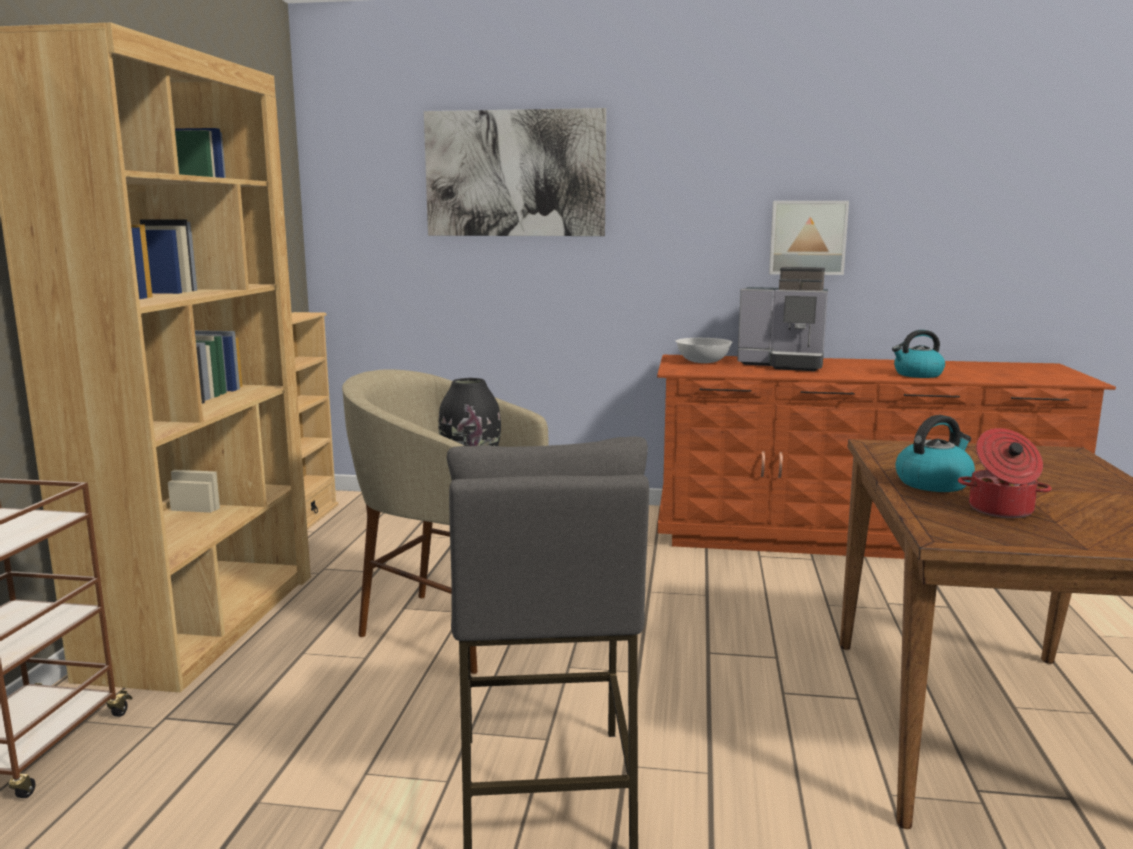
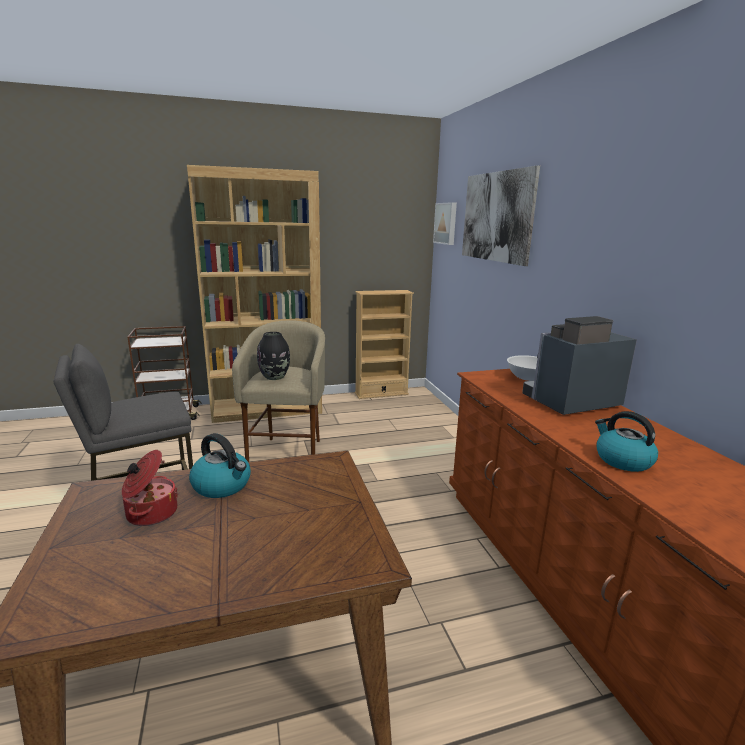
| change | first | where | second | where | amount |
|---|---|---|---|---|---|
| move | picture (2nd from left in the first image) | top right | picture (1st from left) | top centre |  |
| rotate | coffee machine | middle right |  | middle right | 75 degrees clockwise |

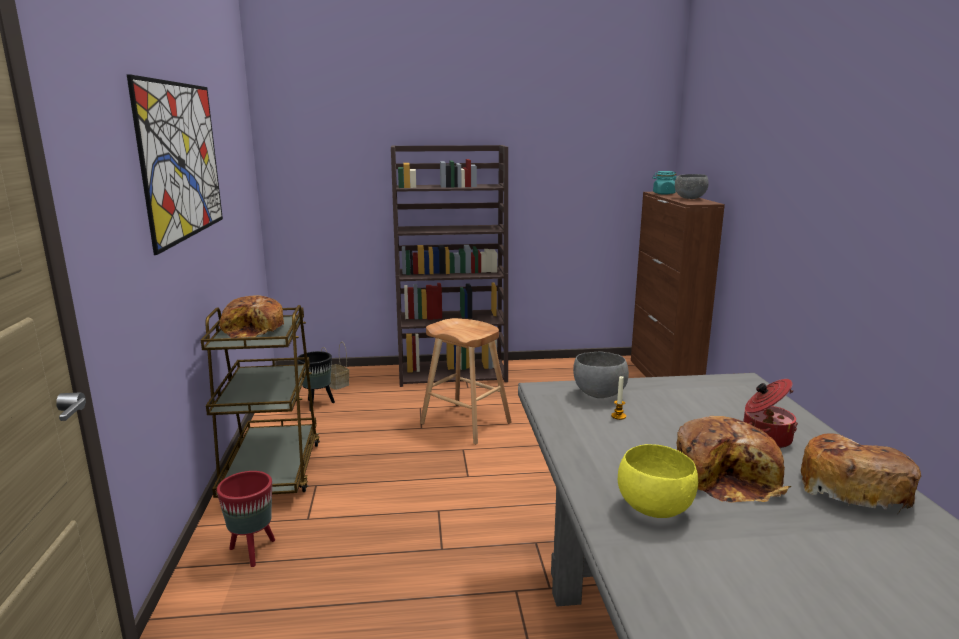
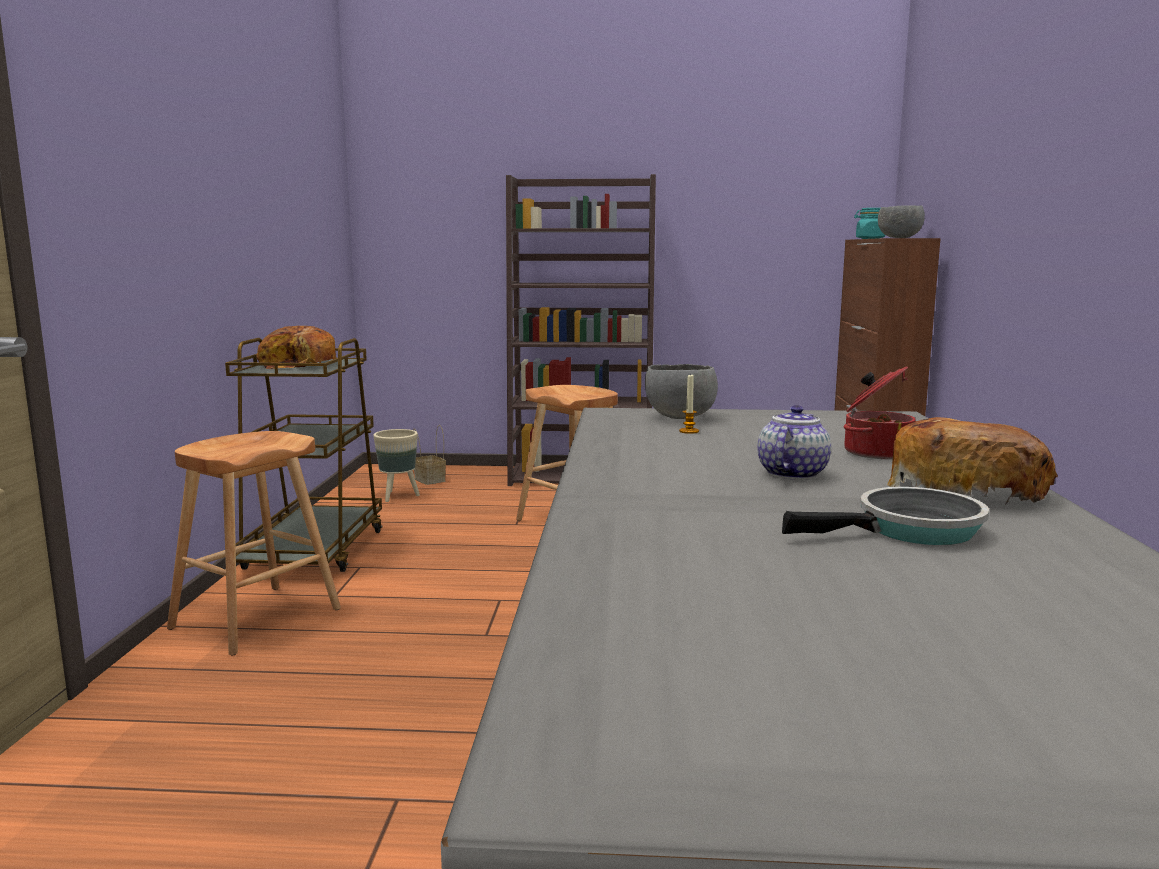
| change | first | where | second | where | amount |
|---|---|---|---|---|---|
| delete | picture | top left |  |  |  |
| delete | yellow bowl | bottom right |  |  |  |
| insert |  |  | frying pan | middle right |  |
| replace | red planter | bottom left | brown stool (1st from left) | middle left |  |
| replace | bread (2nd from left) | bottom right | teapot | middle right |  |
| recolor | black planter | middle left | beige planter | centre |  |

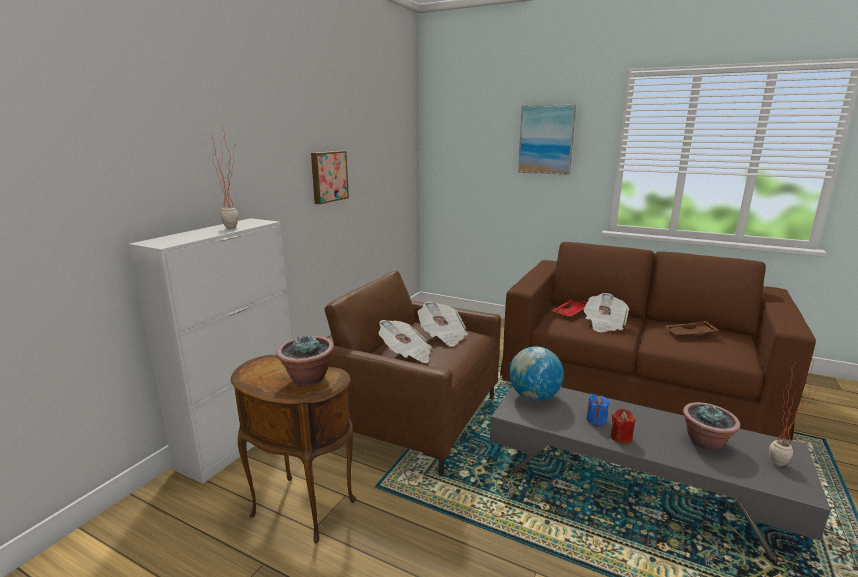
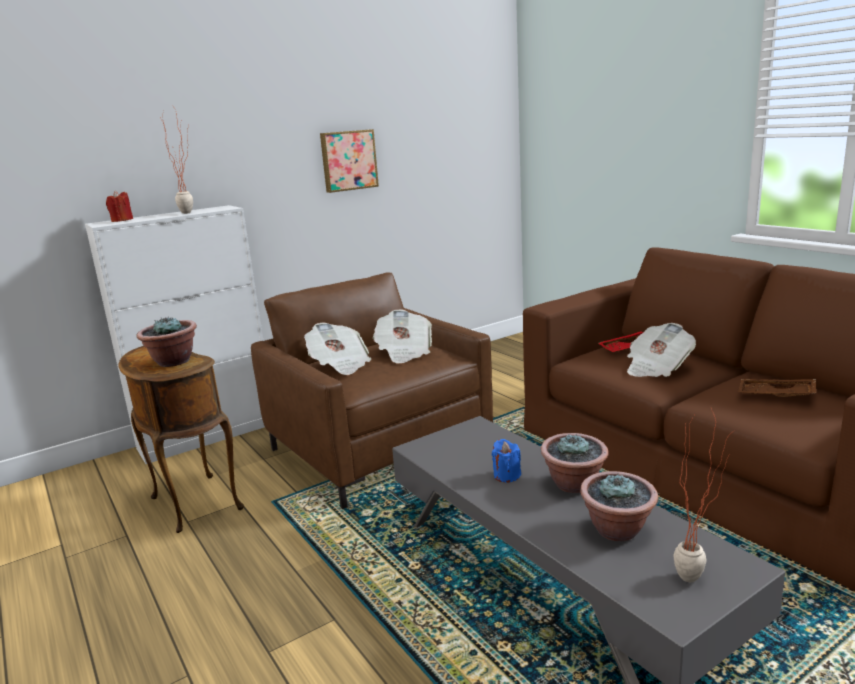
| change | first | where | second | where | amount |
|---|---|---|---|---|---|
| delete | globe | centre |  |  |  |
| delete | picture (2nd from left) | top centre |  |  |  |
| insert |  |  | potted plant (3rd from left) | bottom right |  |
| move | red candle | bottom right |  | top left |  |

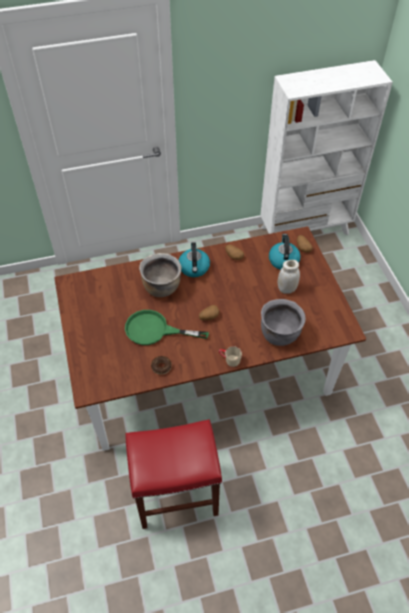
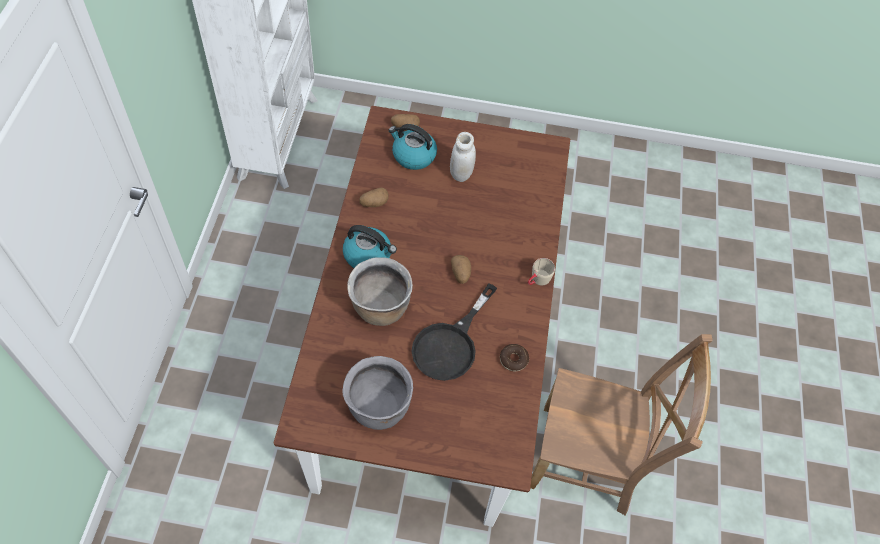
| change | first | where | second | where | amount |
|---|---|---|---|---|---|
| move | grey cooking pot | middle right |  | bottom centre |  |
| replace | red stool | bottom centre | brown chair | bottom right |  |
| recolor | green frying pan | centre | black frying pan | centre |  |

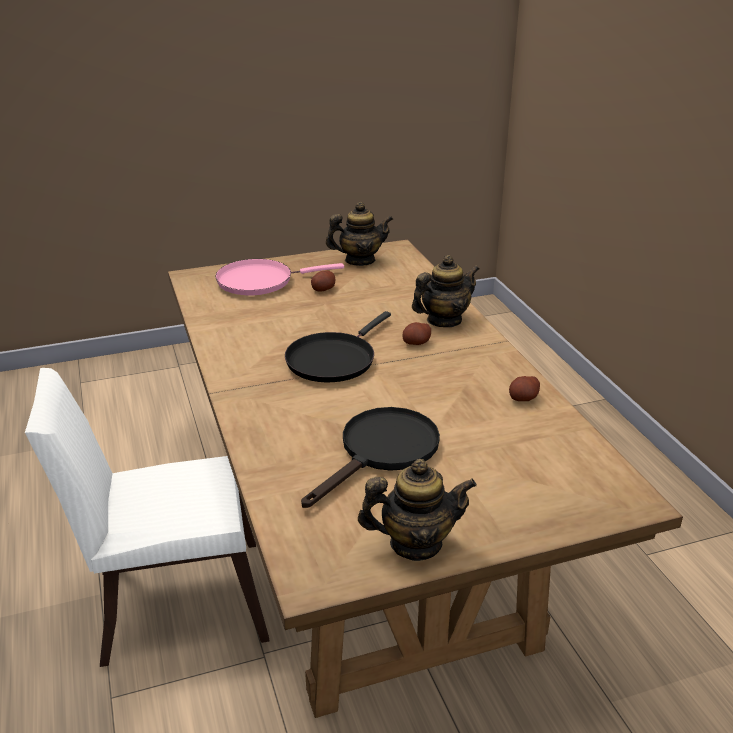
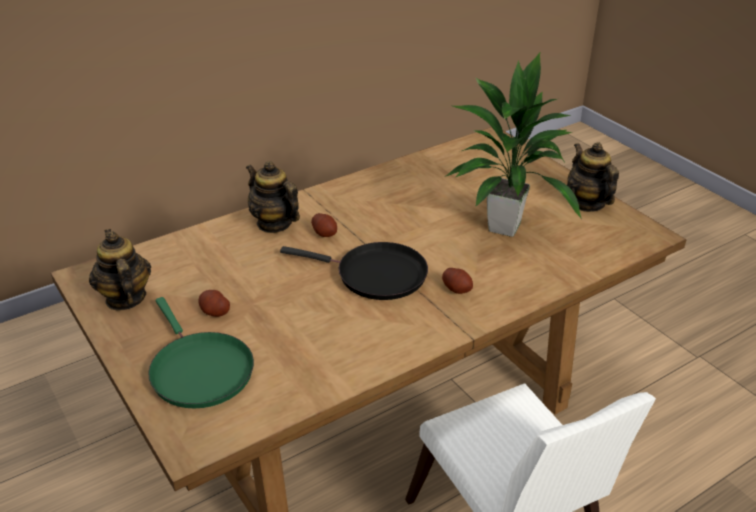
| change | first | where | second | where | amount |
|---|---|---|---|---|---|
| move | potato (3rd from left) | middle right |  | centre |  |
| replace | black frying pan (2nd from left) | centre | potted plant | top right |  |
| recolor | pink frying pan | centre | green frying pan | bottom left |  |

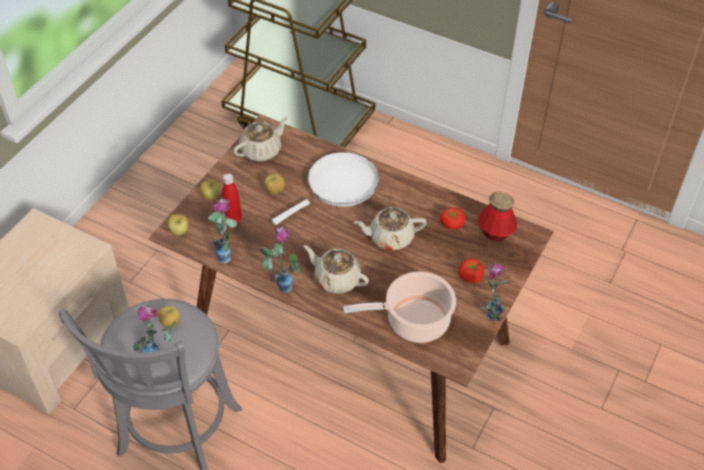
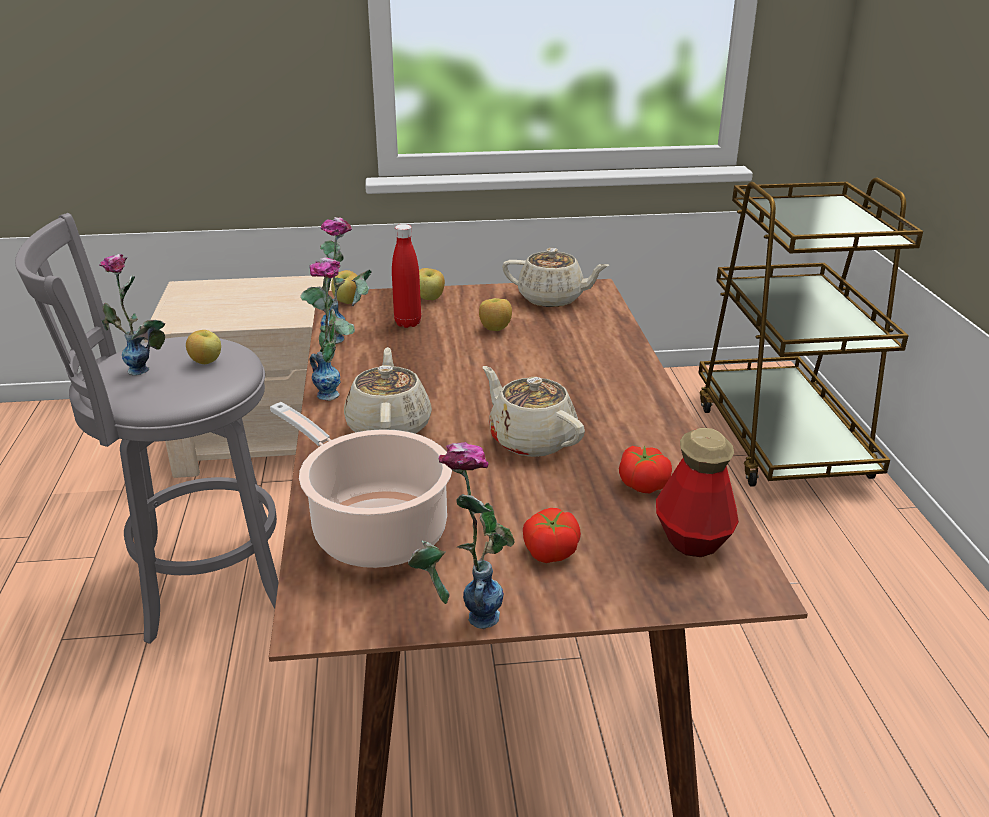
| change | first | where | second | where | amount |
|---|---|---|---|---|---|
| delete | white frying pan | centre |  |  |  |

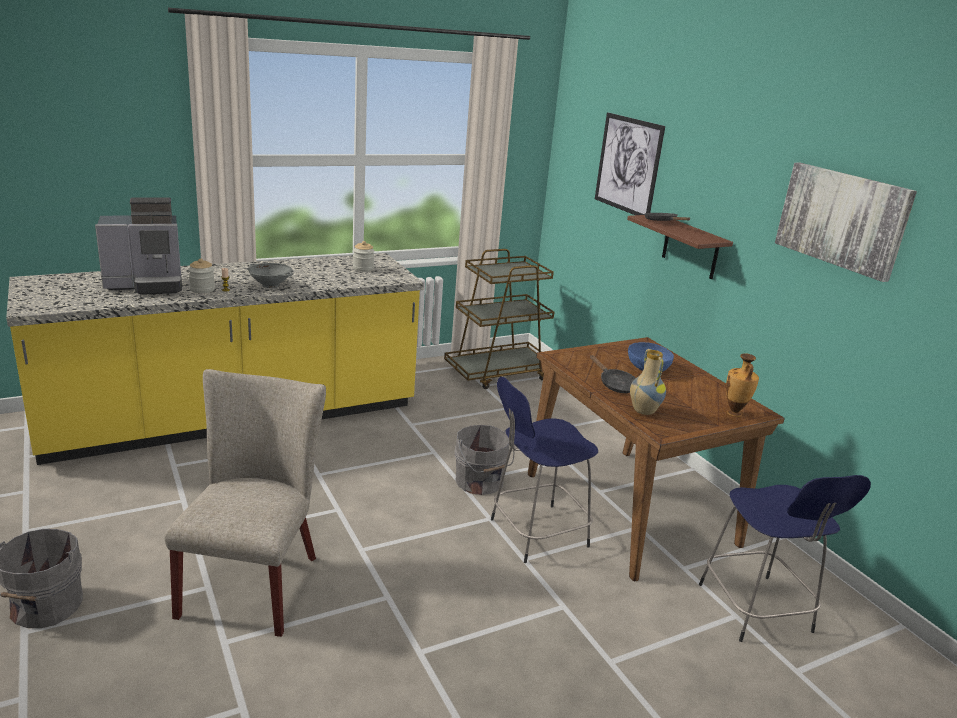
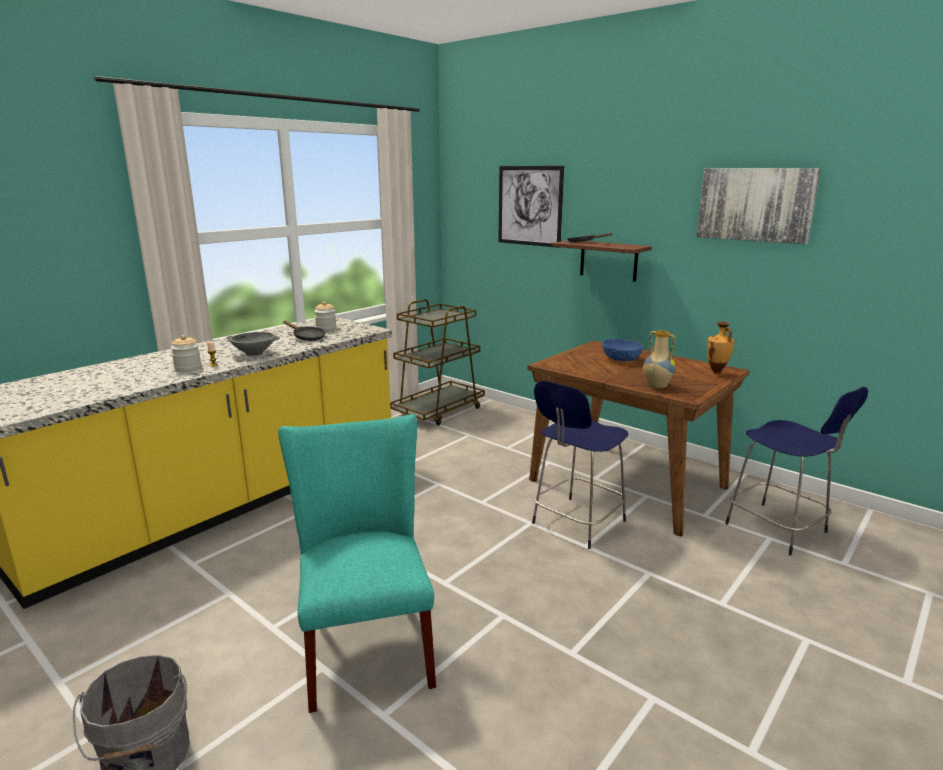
| change | first | where | second | where | amount |
|---|---|---|---|---|---|
| delete | coffee machine | middle left |  |  |  |
| delete | grey bucket (2nd from left) | centre |  |  |  |
| move | black frying pan (1st from left) | centre |  | middle left |  |
| recolor | beige chair | bottom left | turquoise chair | bottom centre |  |

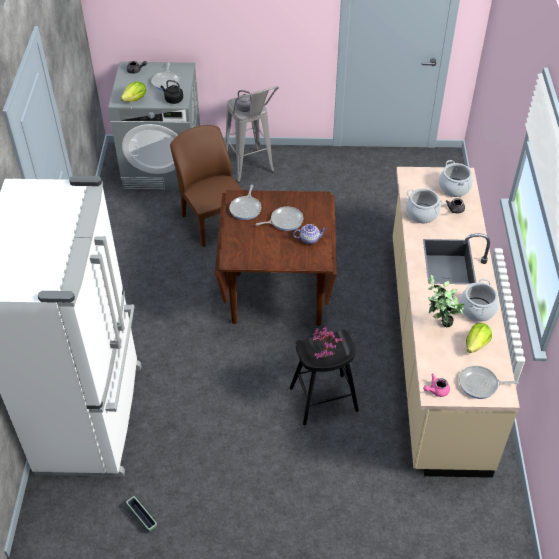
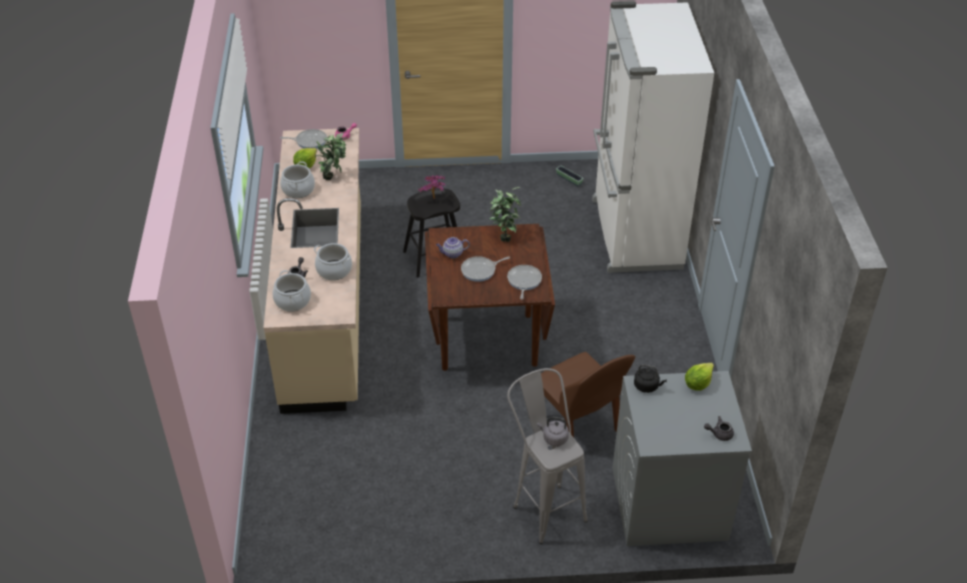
| change | first | where | second | where | amount |
|---|---|---|---|---|---|
| delete | frying pan (1st from left) | top left |  |  |  |
| insert |  |  | potted plant (3rd from left) | centre |  |

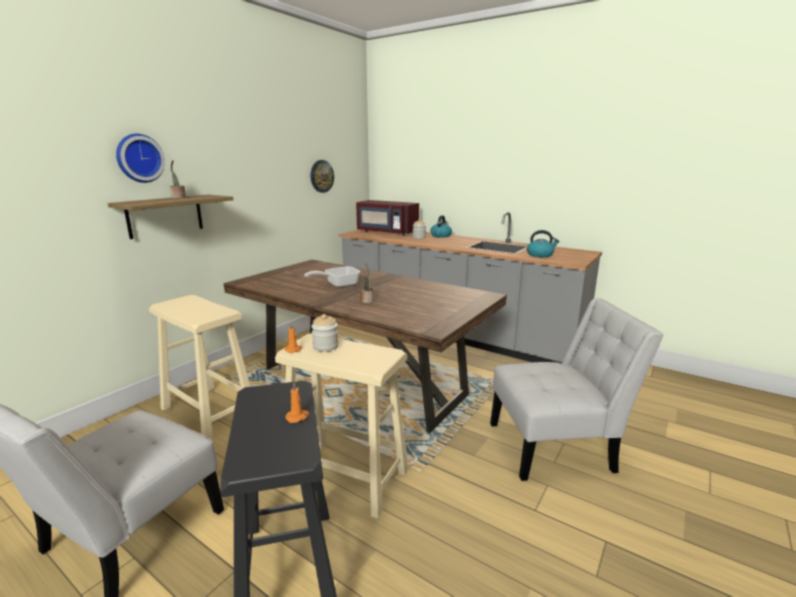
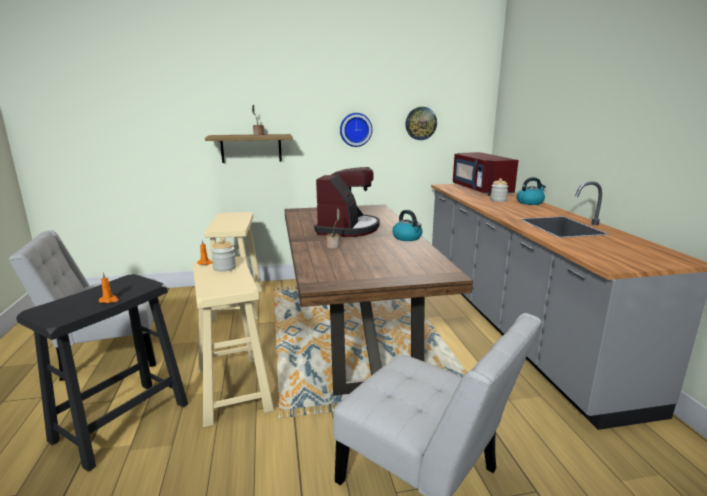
| change | first | where | second | where | amount |
|---|---|---|---|---|---|
| move | wall clock (1st from left) | top left |  | top centre |  |
| move | kettle (2nd from left in the first image) | middle right | kettle (1st from left) | centre |  |
| replace | frying pan | centre | coffee machine | centre |  |

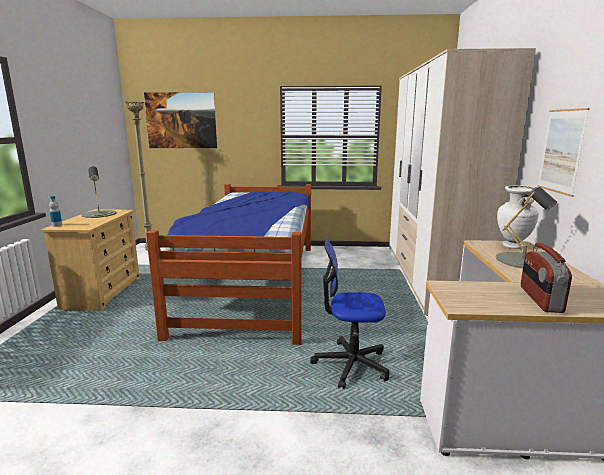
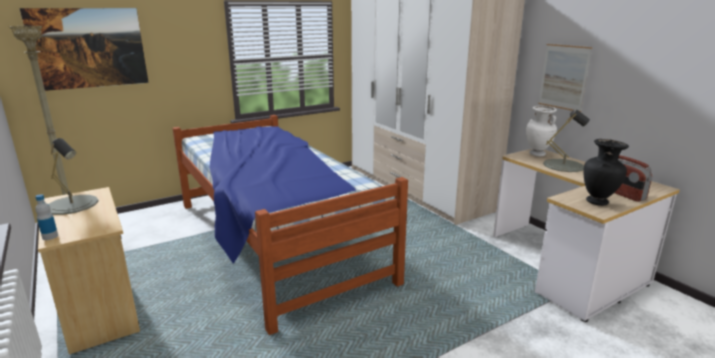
| change | first | where | second | where | amount |
|---|---|---|---|---|---|
| delete | office chair | centre |  |  |  |
| insert |  |  | black vase | middle right |  |

